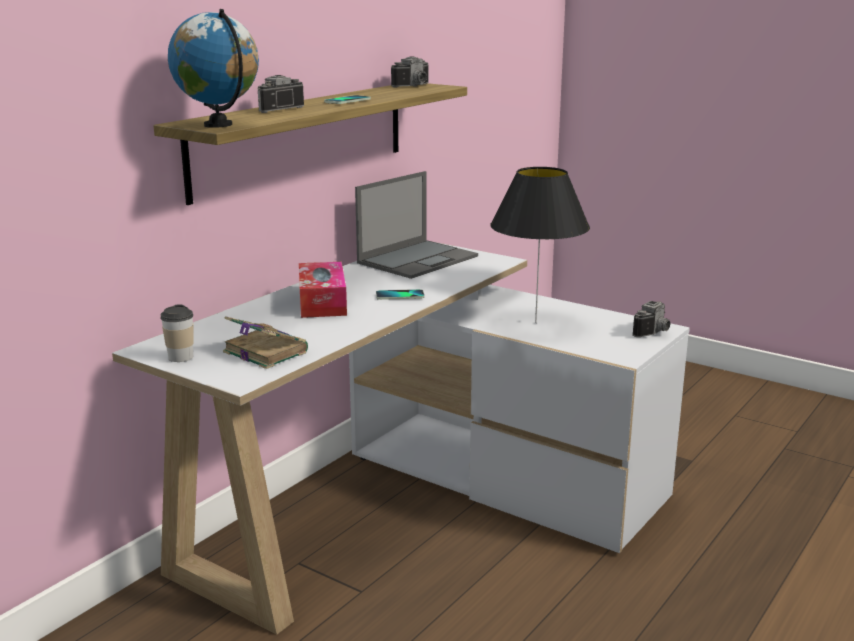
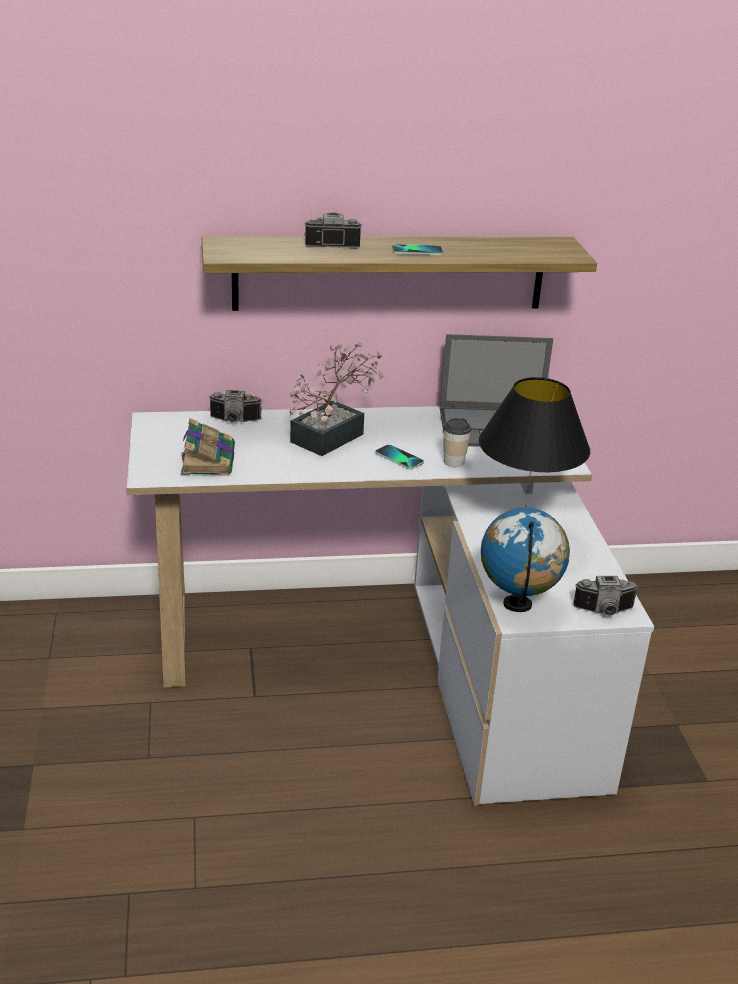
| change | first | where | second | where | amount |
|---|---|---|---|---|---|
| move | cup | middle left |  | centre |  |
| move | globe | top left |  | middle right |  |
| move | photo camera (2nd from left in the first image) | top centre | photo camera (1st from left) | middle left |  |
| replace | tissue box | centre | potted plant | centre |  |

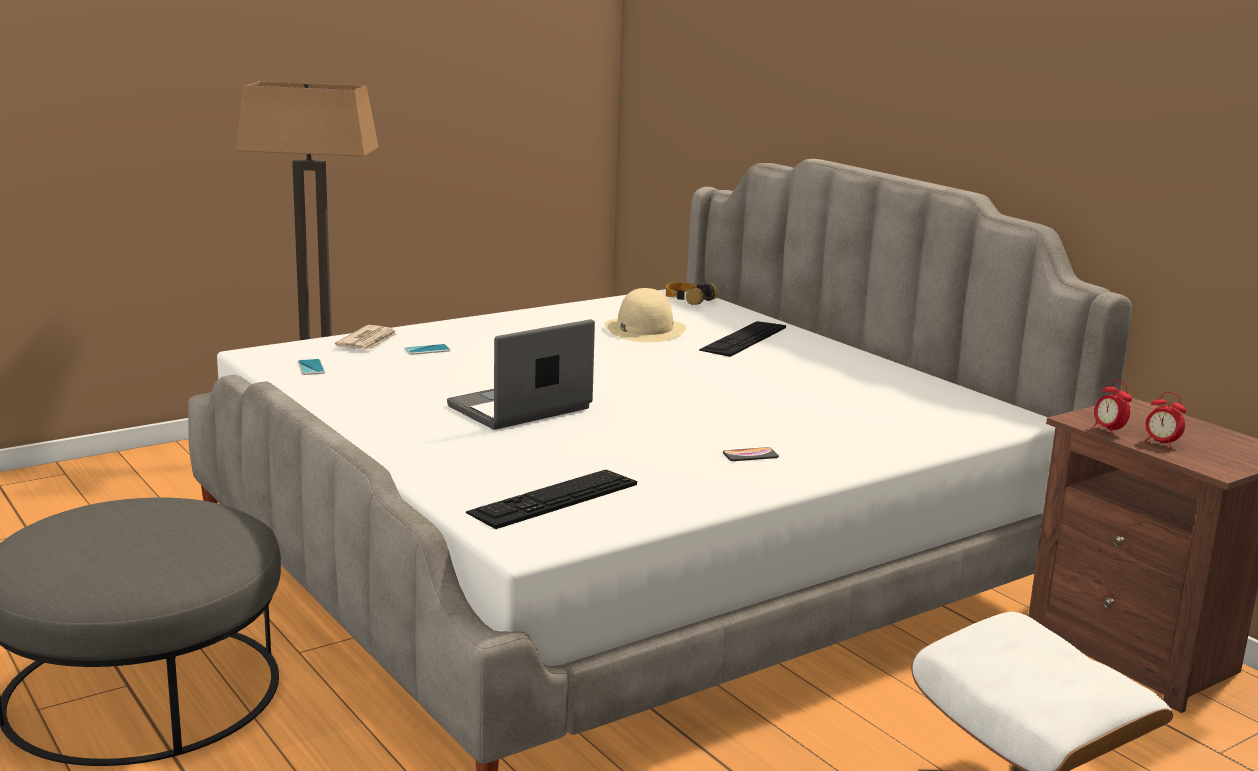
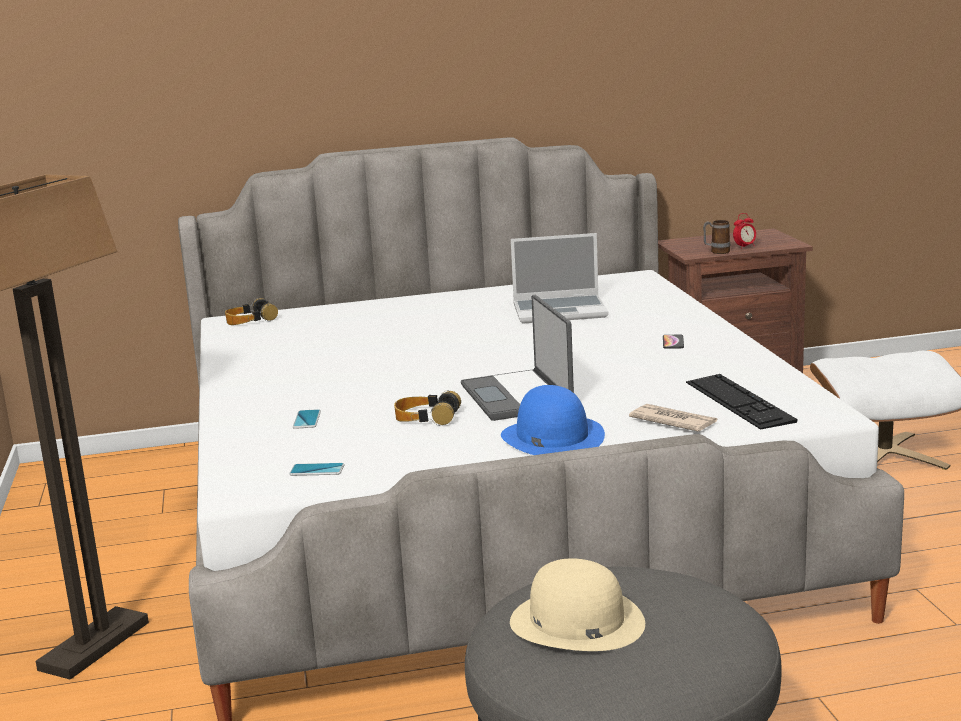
| change | first | where | second | where | amount |
|---|---|---|---|---|---|
| delete | keyboard (2nd from left) | centre |  |  |  |
| insert |  |  | headphones (2nd from left) | centre |  |
| insert |  |  | blue hat | centre |  |
| insert |  |  | laptop (2nd from left) | centre |  |
| move | newspaper | middle left |  | middle right |  |
| move | beige hat | centre |  | bottom centre |  |
| replace | alarm clock (1st from left) | middle right | mug | top right |  |

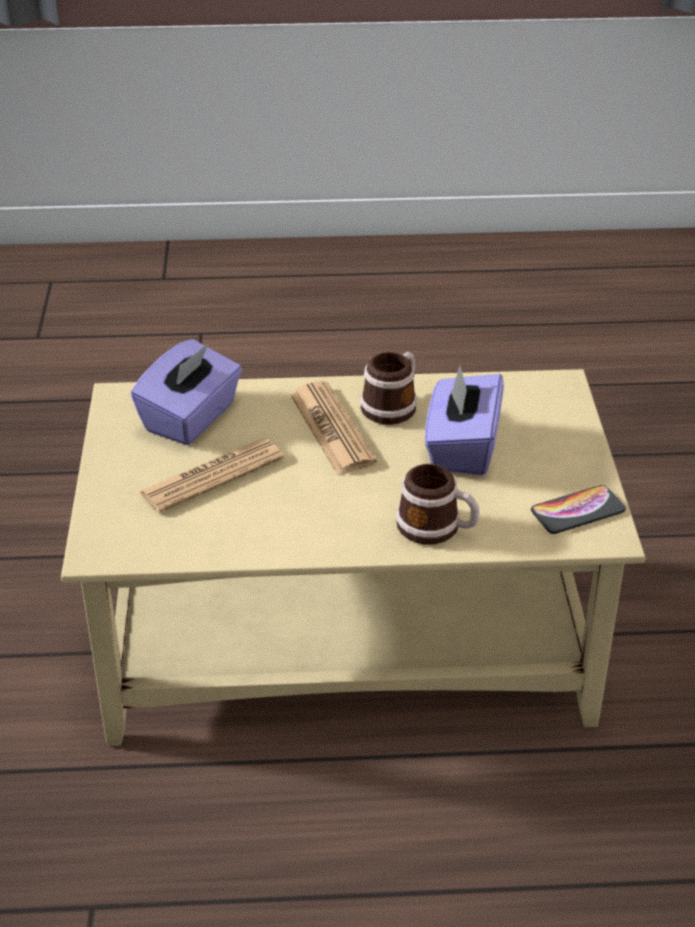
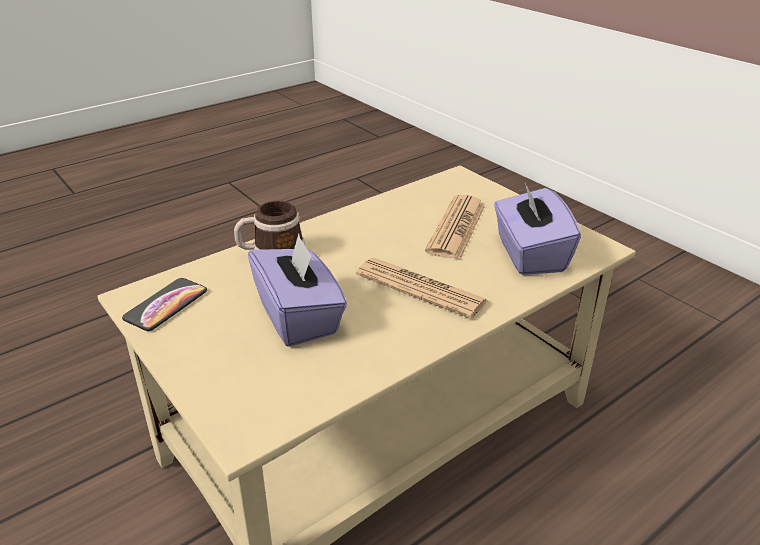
| change | first | where | second | where | amount |
|---|---|---|---|---|---|
| delete | mug (1st from left) | centre |  |  |  |

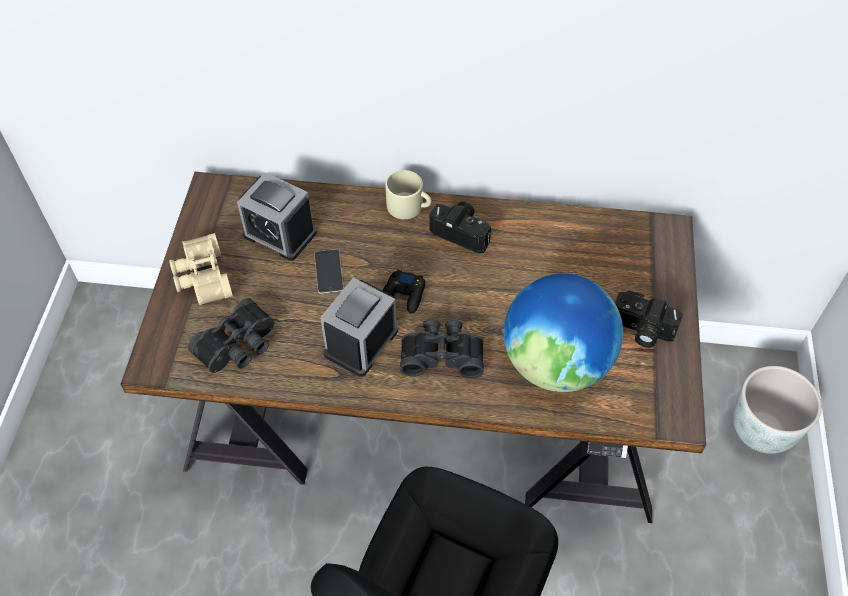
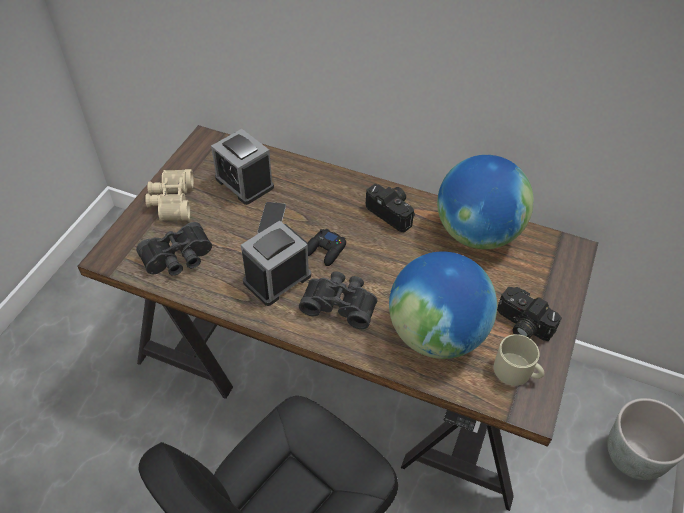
| change | first | where | second | where | amount |
|---|---|---|---|---|---|
| insert |  |  | globe (2nd from left) | middle right |  |
| move | beige mug | top centre |  | bottom right |  |

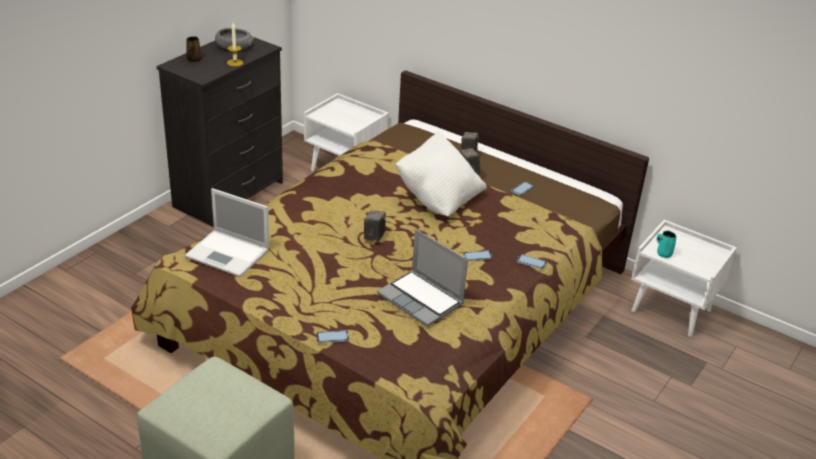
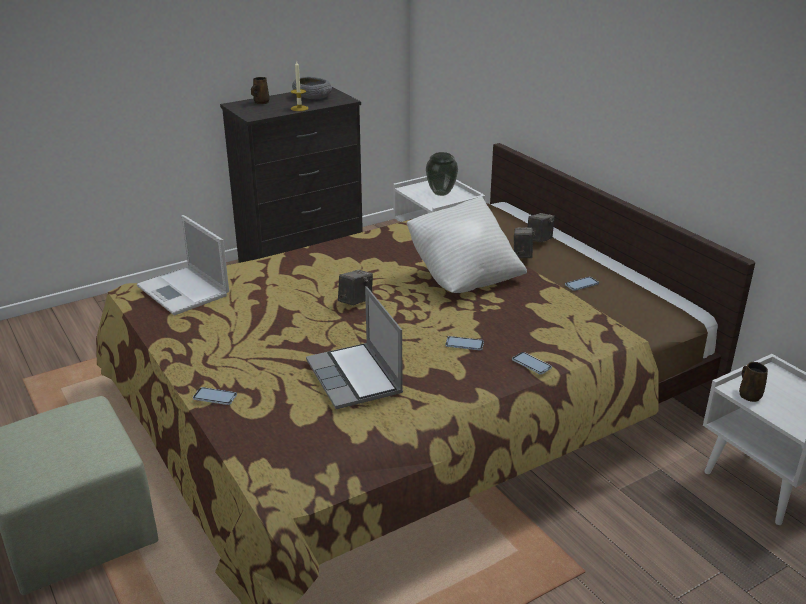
| change | first | where | second | where | amount |
|---|---|---|---|---|---|
| insert |  |  | vase | top centre |  |
| recolor | turquoise mug | middle right | brown mug (2nd from left) | middle right |  |

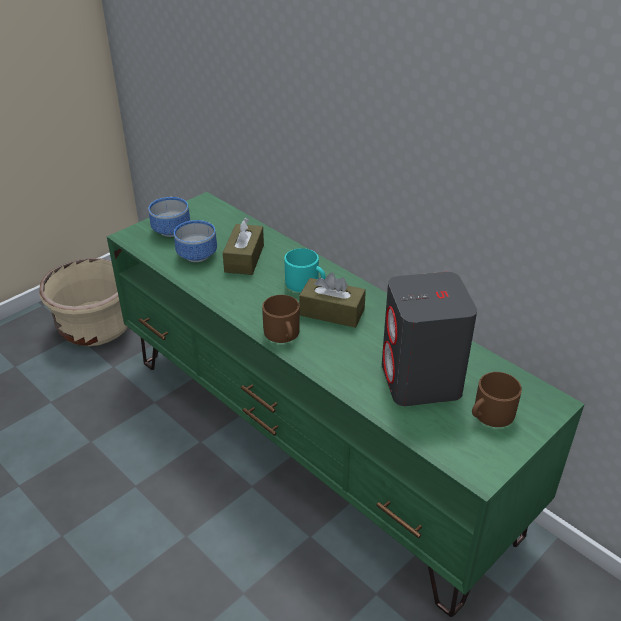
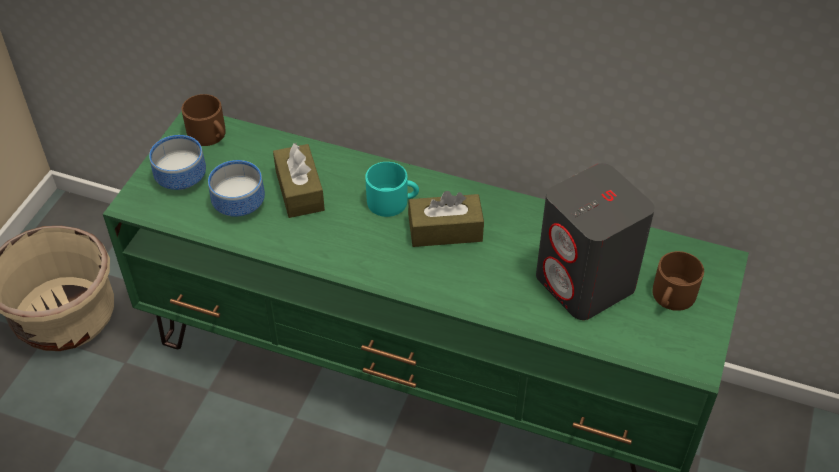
| change | first | where | second | where | amount |
|---|---|---|---|---|---|
| move | brown mug (1st from left) | centre |  | top left |  |

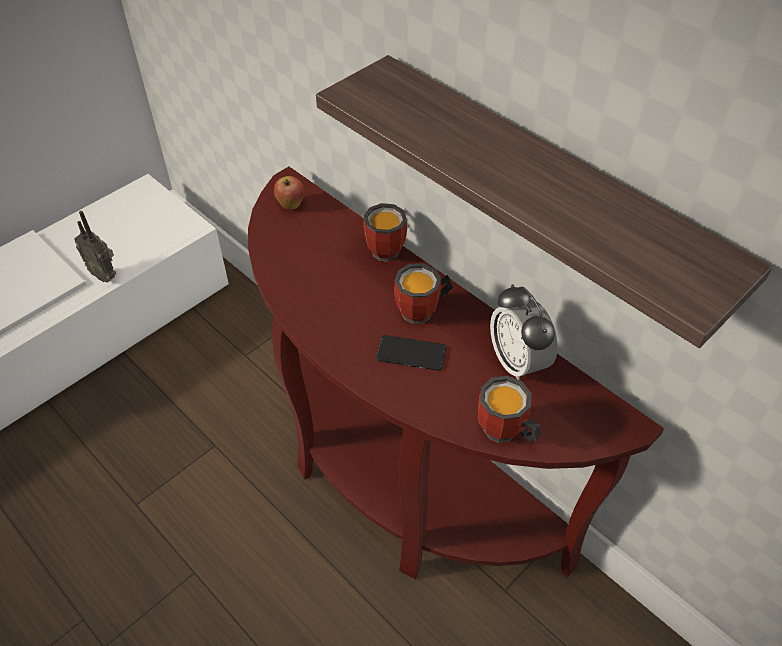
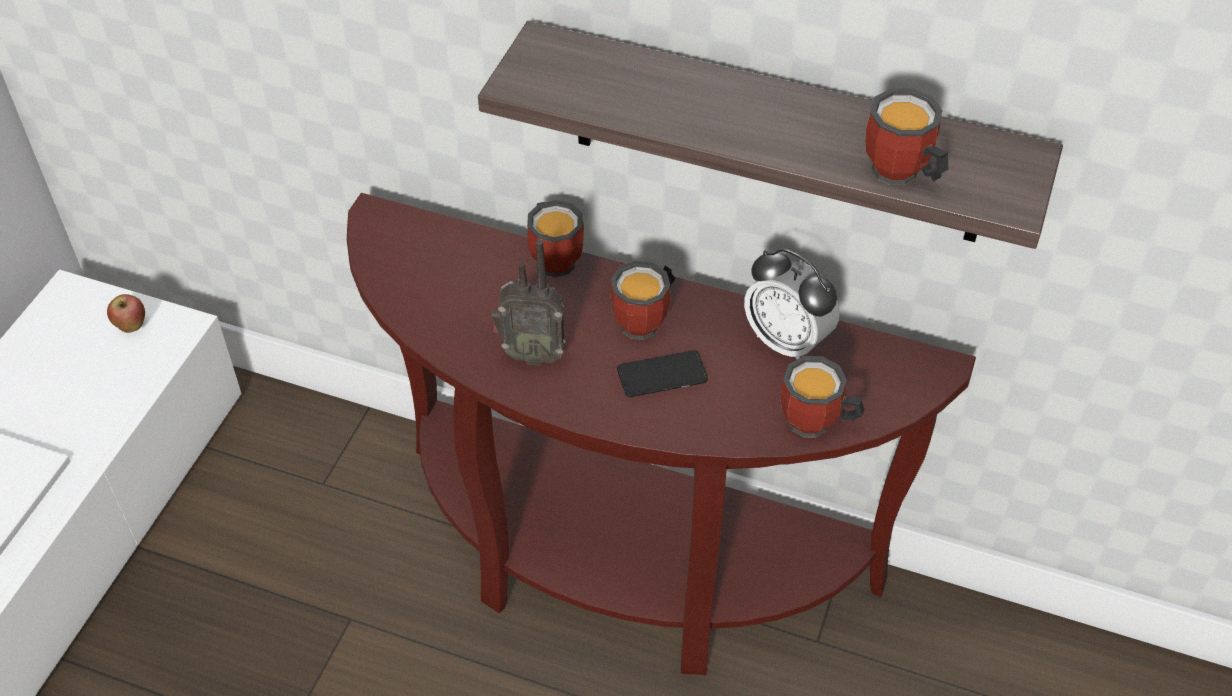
| change | first | where | second | where | amount |
|---|---|---|---|---|---|
| insert |  |  | mug (4th from left) | top right |  |
| move | radio | middle left |  | centre |  |
| move | apple | top centre |  | middle left |  |

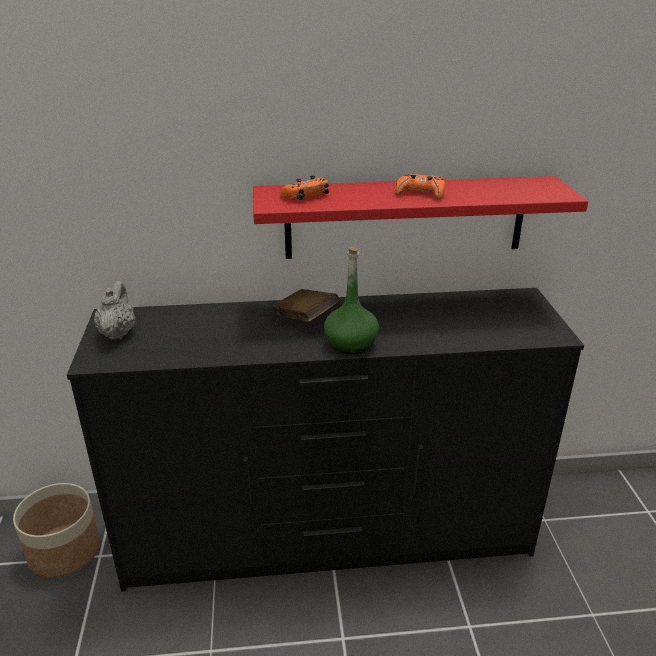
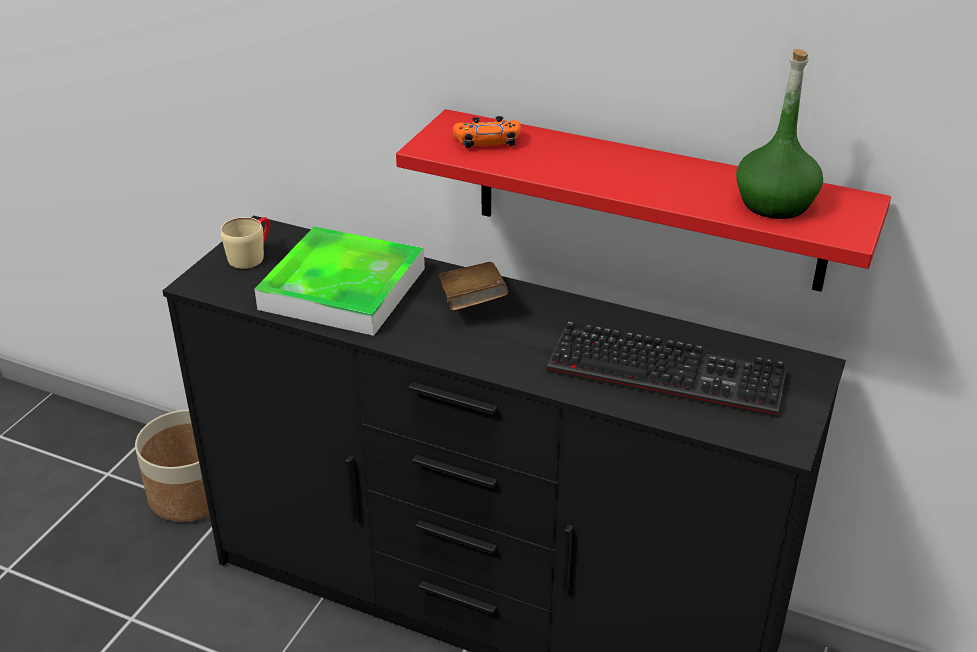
| change | first | where | second | where | amount |
|---|---|---|---|---|---|
| delete | orange game controller (2nd from left) | top centre |  |  |  |
| insert |  |  | tray | centre |  |
| insert |  |  | keyboard | middle right |  |
| move | green bottle | centre |  | top right |  |
| replace | grey teapot | middle left | beige mug | middle left |  |

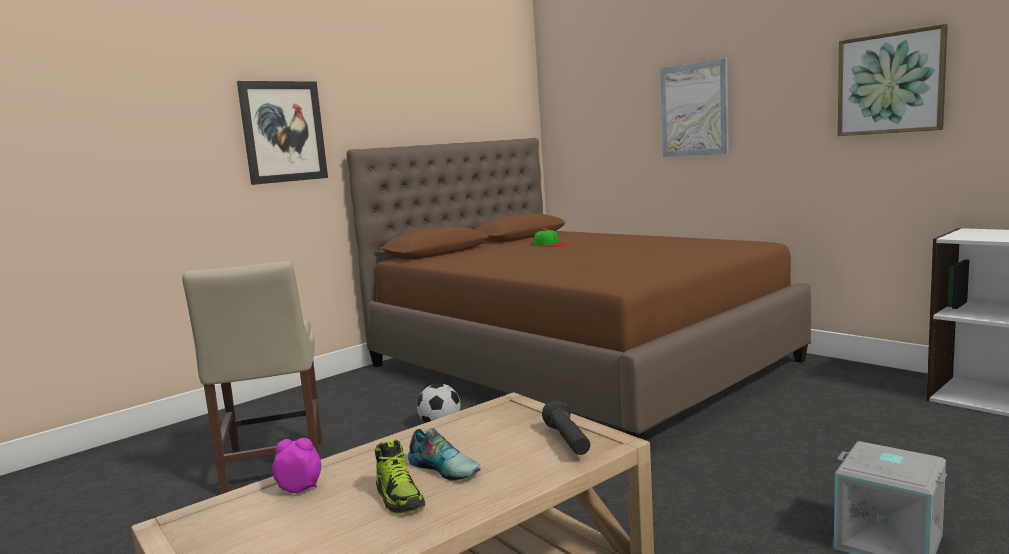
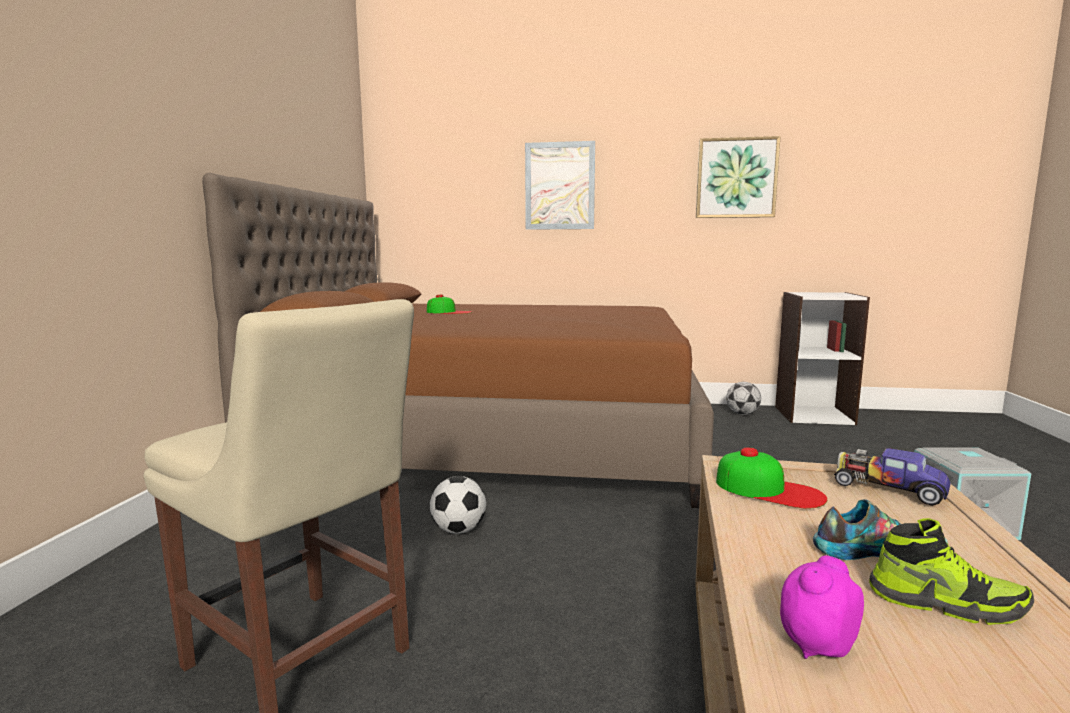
| change | first | where | second | where | amount |
|---|---|---|---|---|---|
| delete | picture (1st from left) | top left |  |  |  |
| insert |  |  | cap (2nd from left) | bottom right |  |
| insert |  |  | football (2nd from left) | middle right |  |
| replace | black flashlight | bottom centre | toy car | bottom right |  |

